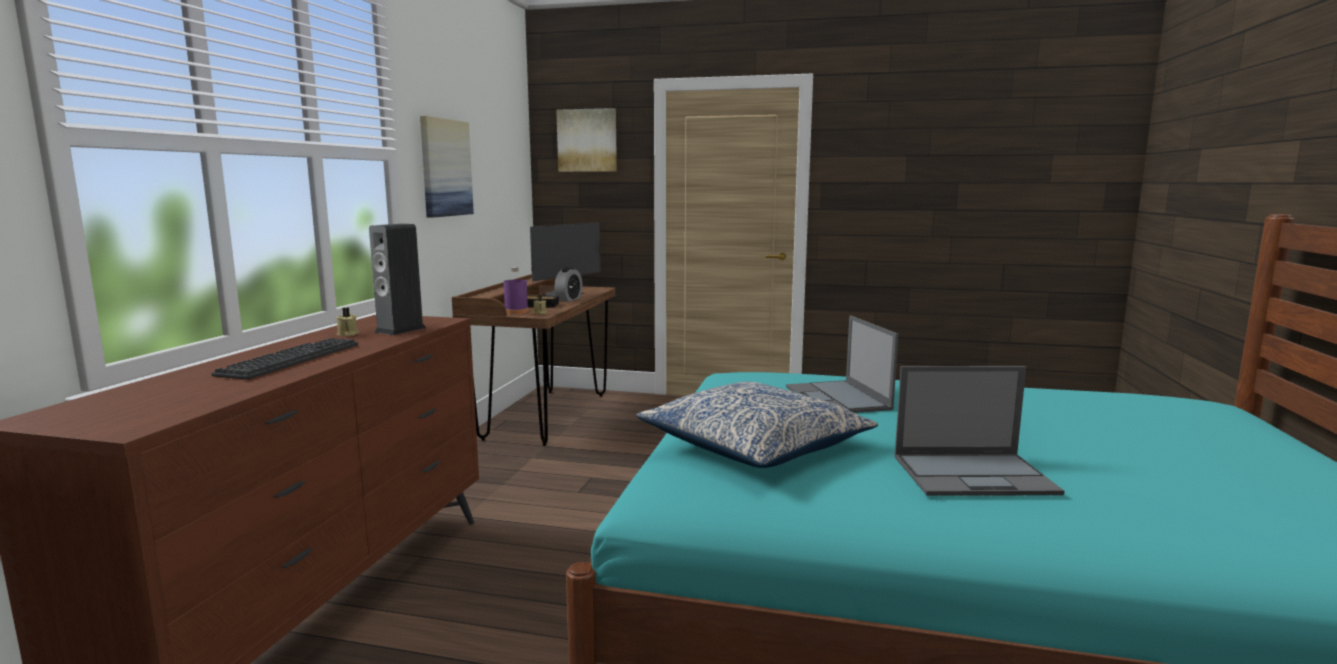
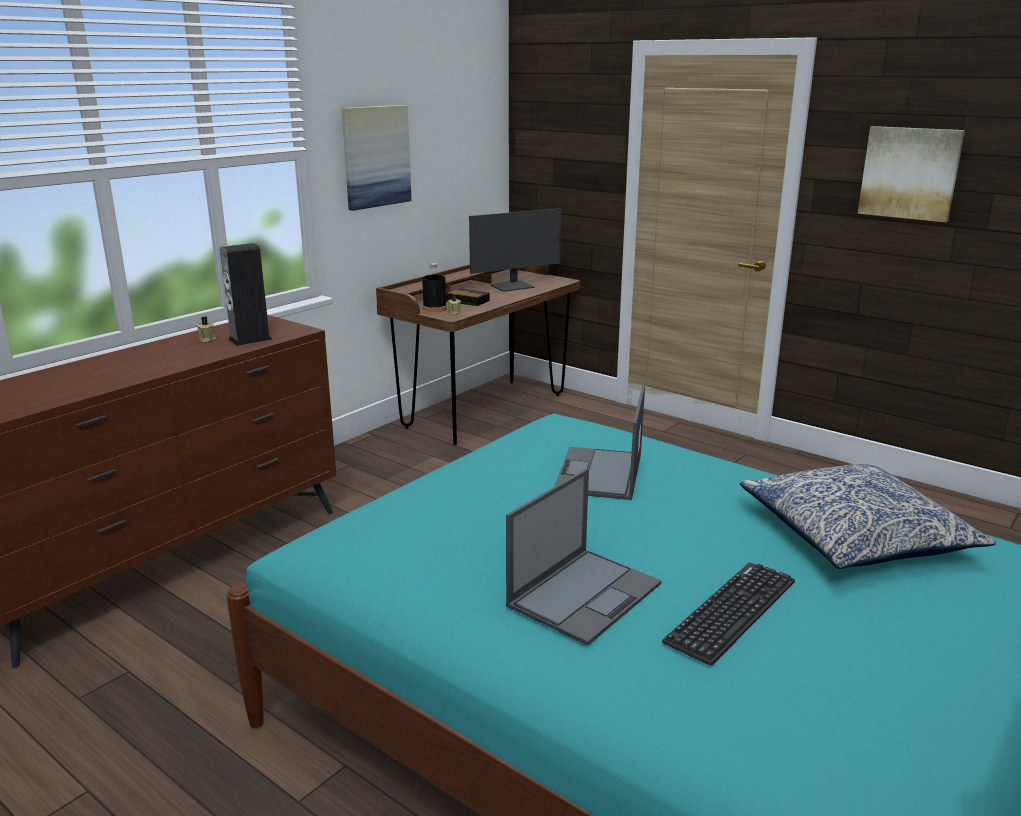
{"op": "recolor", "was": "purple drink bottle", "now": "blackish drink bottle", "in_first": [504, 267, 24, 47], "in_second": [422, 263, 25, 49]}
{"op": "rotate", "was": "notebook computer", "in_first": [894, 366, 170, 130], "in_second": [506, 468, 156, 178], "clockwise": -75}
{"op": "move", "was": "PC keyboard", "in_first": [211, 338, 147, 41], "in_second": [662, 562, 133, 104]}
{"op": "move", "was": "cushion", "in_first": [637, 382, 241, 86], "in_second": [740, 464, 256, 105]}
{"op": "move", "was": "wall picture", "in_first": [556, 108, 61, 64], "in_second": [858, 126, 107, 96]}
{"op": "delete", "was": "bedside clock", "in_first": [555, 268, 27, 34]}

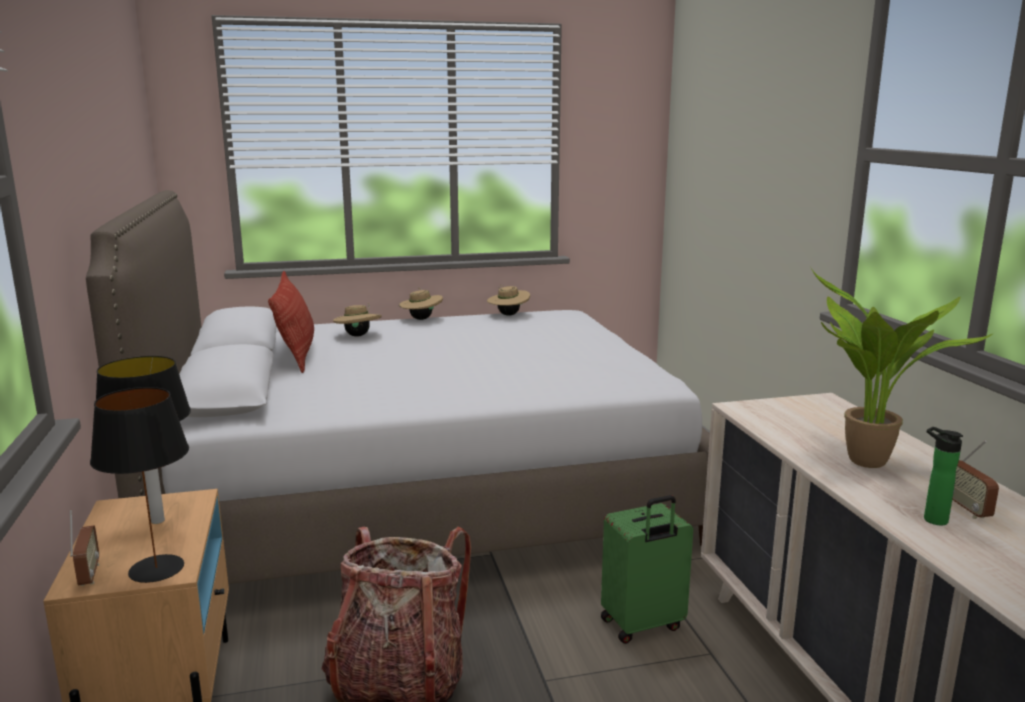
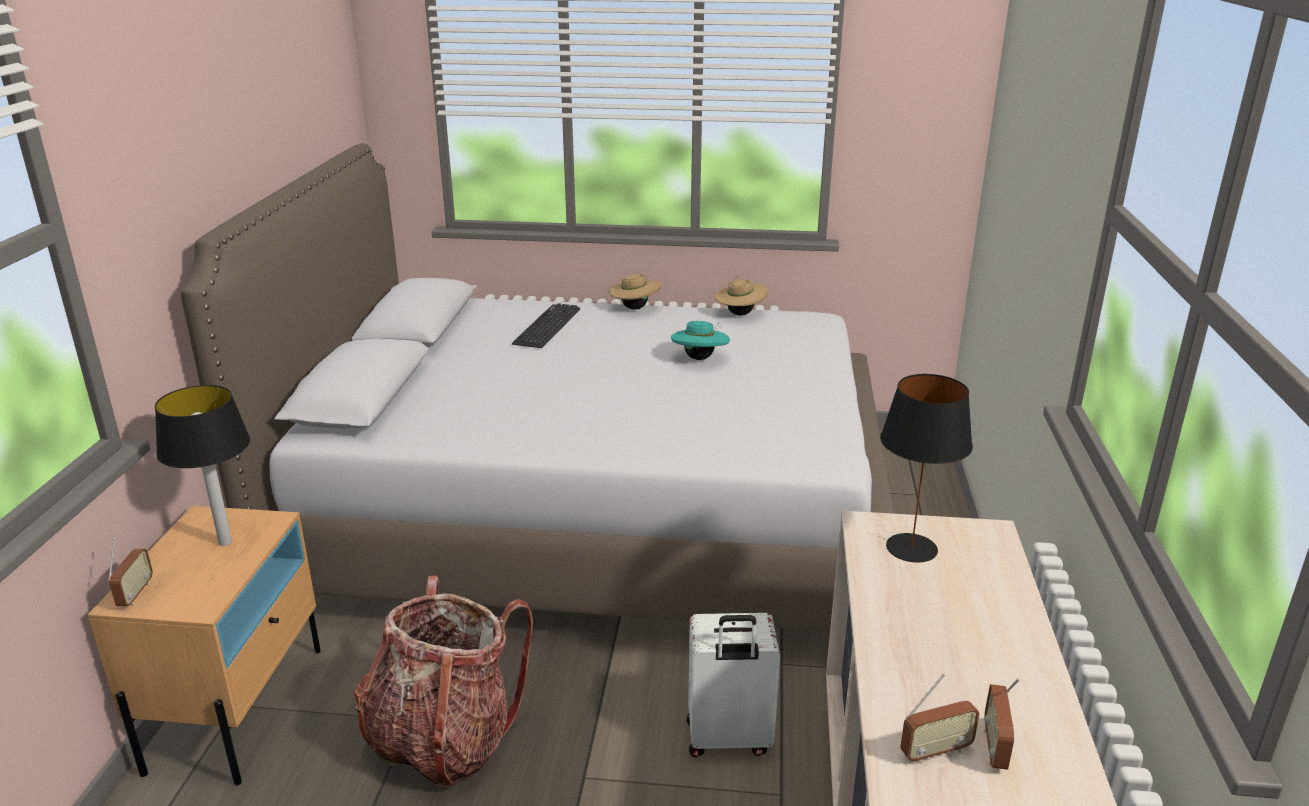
{"op": "replace", "was": "beige-coloured hat", "now": "PC keyboard", "in_first": [333, 303, 49, 34], "in_second": [512, 303, 68, 45]}
{"op": "insert", "now": "blue-green hat", "in_second": [671, 321, 59, 39]}
{"op": "recolor", "was": "green-coloured suitcase", "now": "white suitcase", "in_first": [601, 495, 92, 149], "in_second": [687, 613, 93, 144]}
{"op": "move", "was": "blackish lamp for a table", "in_first": [90, 387, 99, 196], "in_second": [880, 374, 93, 188]}
{"op": "replace", "was": "drink bottle", "now": "radio set", "in_first": [924, 427, 39, 98], "in_second": [900, 674, 79, 90]}
{"op": "delete", "was": "cushion", "in_first": [268, 271, 46, 102]}
{"op": "delete", "was": "houseplant", "in_first": [810, 267, 183, 201]}

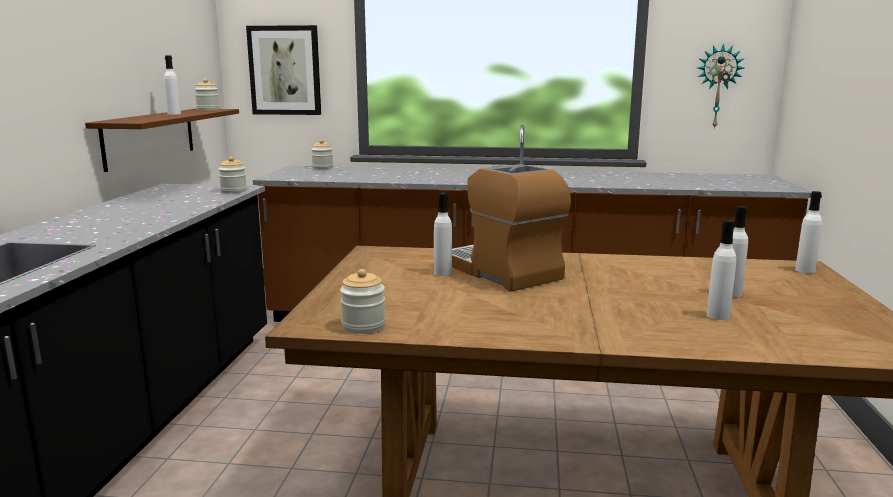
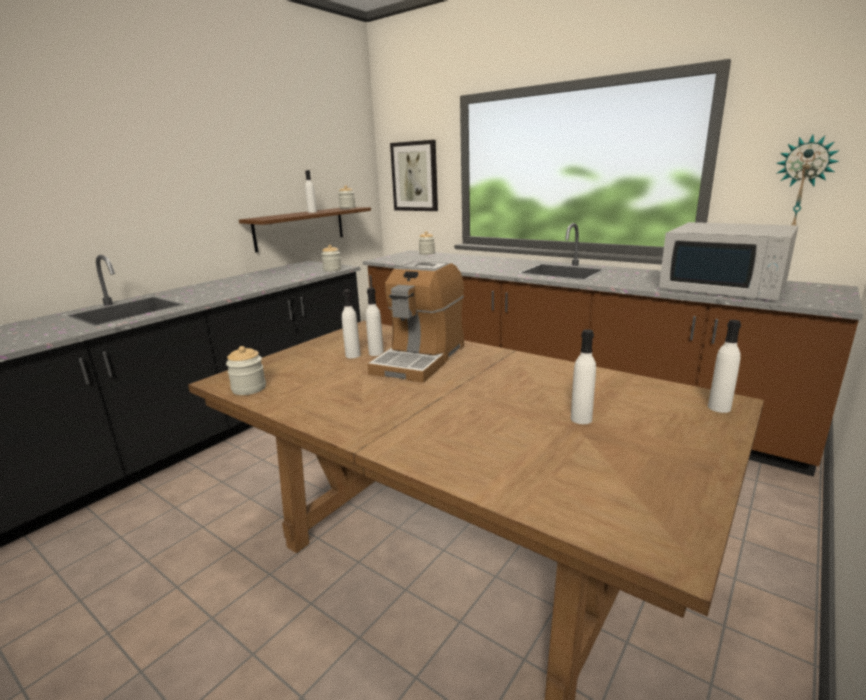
{"op": "move", "was": "white drink bottle", "in_first": [707, 220, 29, 100], "in_second": [342, 290, 19, 68]}
{"op": "rotate", "was": "coffee brewer", "in_first": [452, 164, 119, 128], "in_second": [367, 261, 97, 122], "clockwise": -150}
{"op": "insert", "now": "white microwave oven", "in_second": [659, 222, 139, 78]}

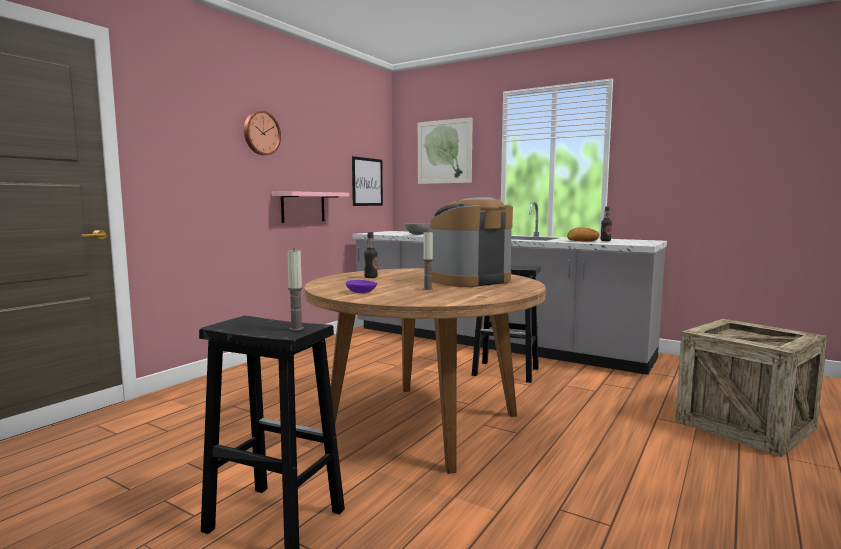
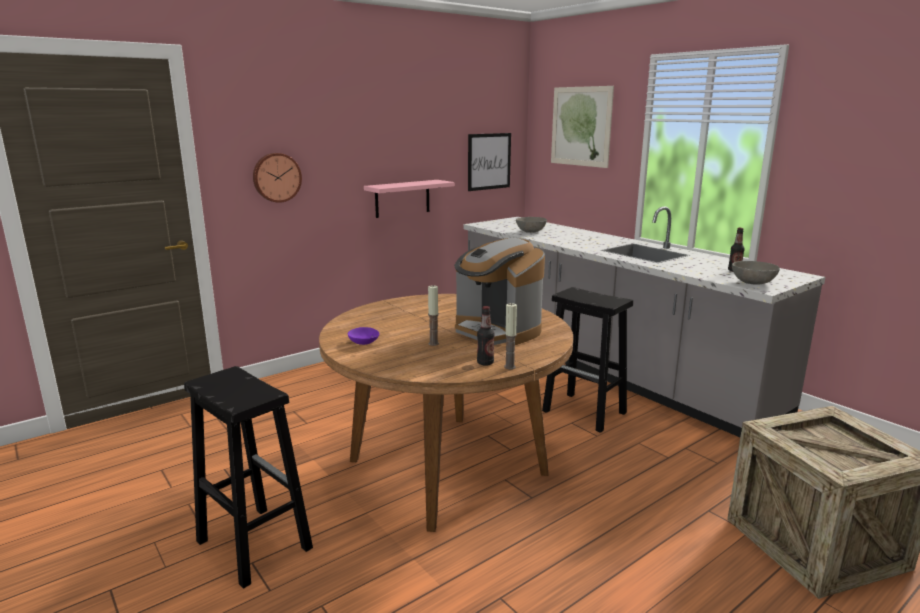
{"op": "move", "was": "clock on the wall", "in_first": [244, 111, 37, 44], "in_second": [253, 153, 49, 50]}
{"op": "rotate", "was": "coffee brewer", "in_first": [431, 197, 82, 90], "in_second": [454, 238, 91, 107], "clockwise": -120}
{"op": "move", "was": "drink bottle", "in_first": [364, 232, 14, 46], "in_second": [477, 306, 17, 60]}
{"op": "move", "was": "candle", "in_first": [287, 248, 17, 82], "in_second": [504, 303, 13, 66]}
{"op": "insert", "now": "greyish serving bowl", "in_second": [732, 261, 48, 23]}
{"op": "delete", "was": "bread", "in_first": [567, 227, 32, 15]}

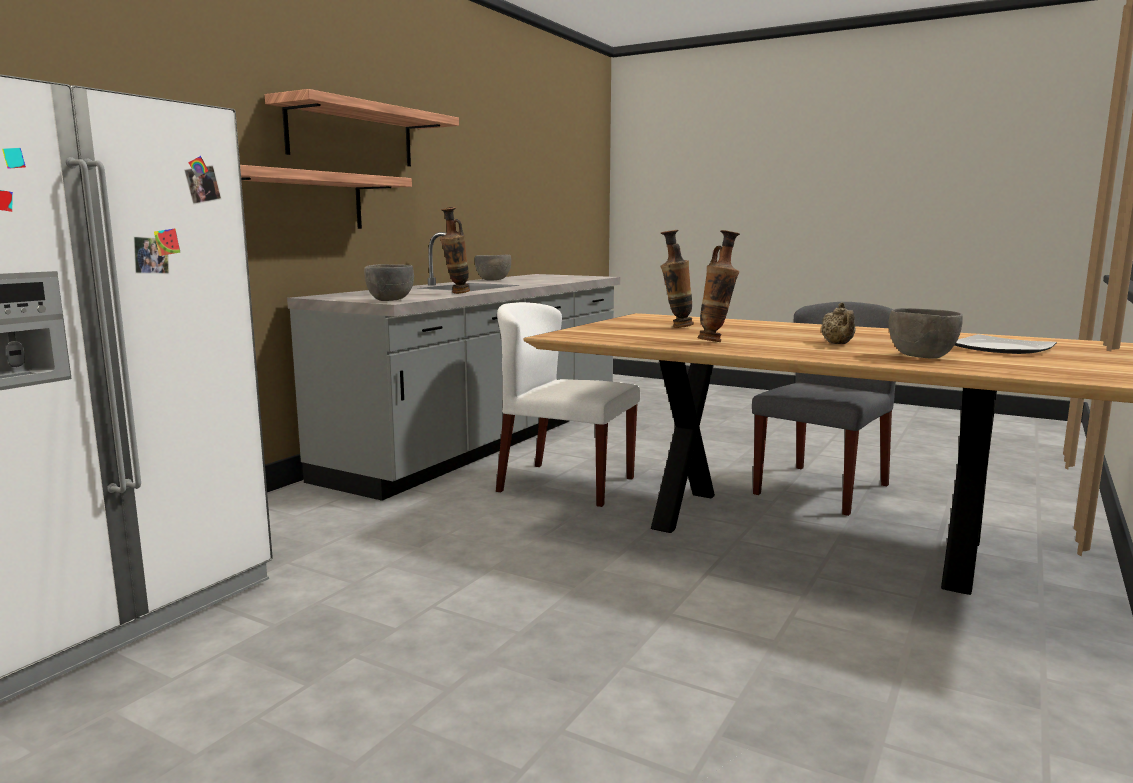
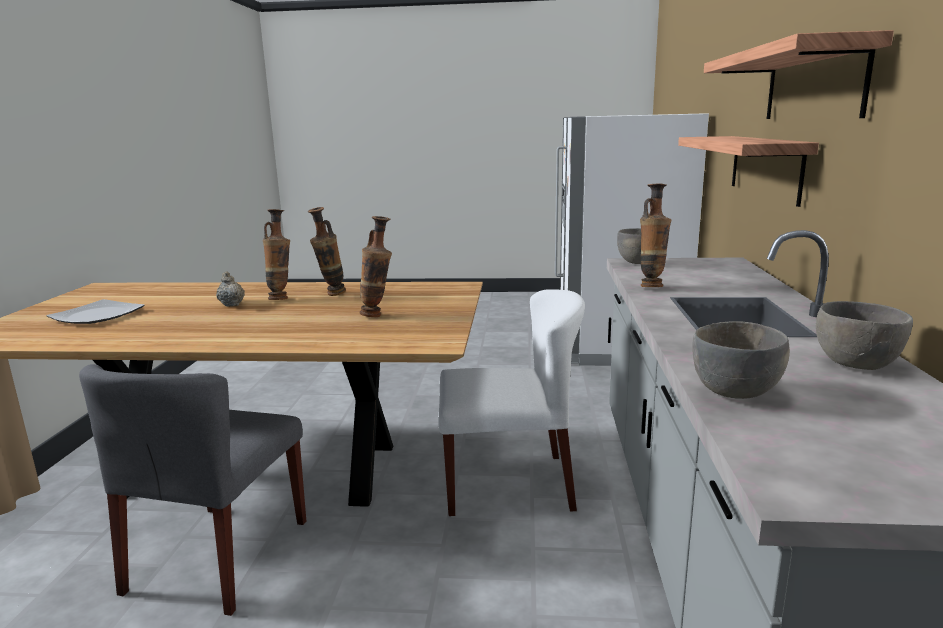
{"op": "insert", "now": "flower vase", "in_second": [263, 209, 27, 91]}
{"op": "move", "was": "greyish serving bowl", "in_first": [889, 308, 74, 51], "in_second": [692, 322, 98, 77]}

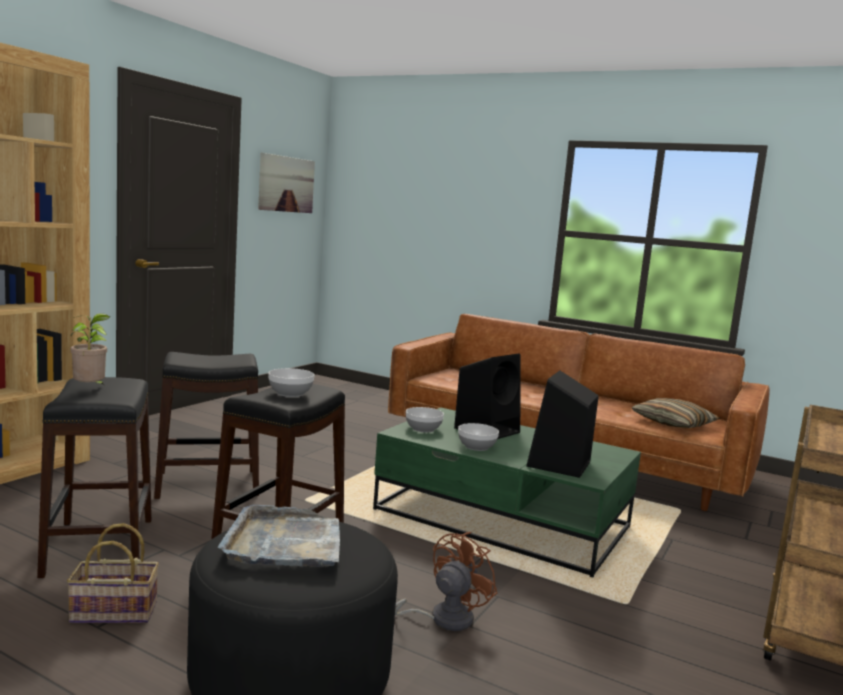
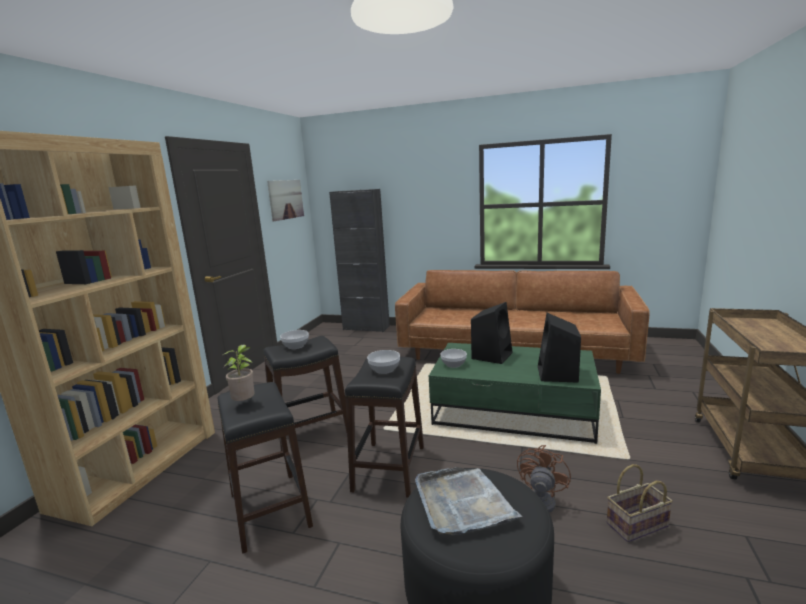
{"op": "move", "was": "serving bowl", "in_first": [458, 423, 41, 28], "in_second": [280, 330, 29, 19]}
{"op": "insert", "now": "blackish storage cabinet", "in_second": [329, 189, 61, 143]}
{"op": "move", "was": "household basket", "in_first": [67, 523, 92, 100], "in_second": [607, 464, 66, 78]}
{"op": "delete", "was": "cushion", "in_first": [632, 398, 88, 30]}

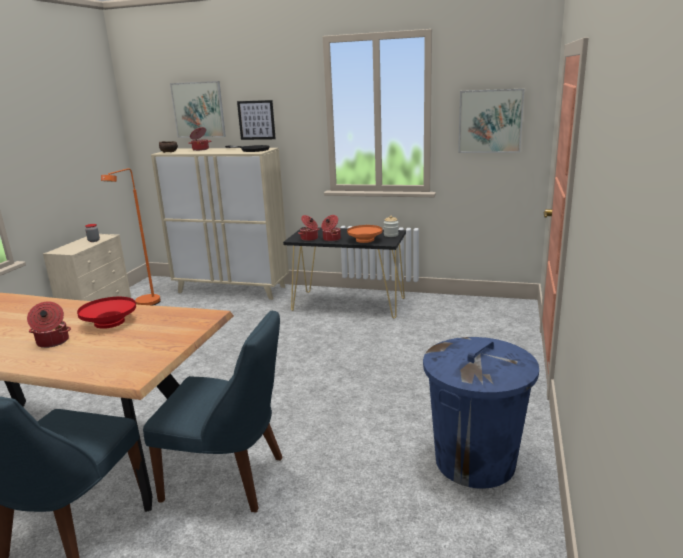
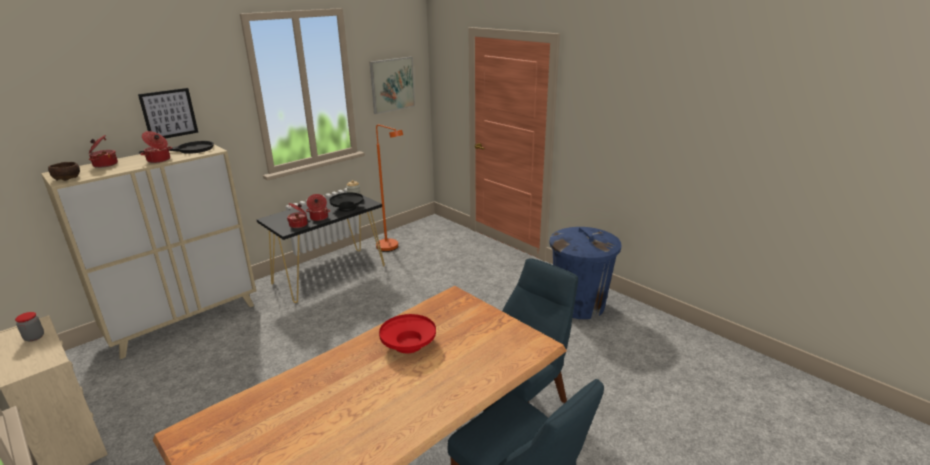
{"op": "move", "was": "stockpot", "in_first": [27, 301, 44, 47], "in_second": [140, 131, 32, 32]}
{"op": "recolor", "was": "orange-coloured serving bowl", "now": "blackish serving bowl", "in_first": [347, 225, 35, 18], "in_second": [329, 193, 34, 19]}
{"op": "move", "was": "orange-coloured floor lamp", "in_first": [101, 168, 60, 138], "in_second": [376, 125, 27, 127]}
{"op": "delete", "was": "wall picture", "in_first": [170, 81, 56, 57]}

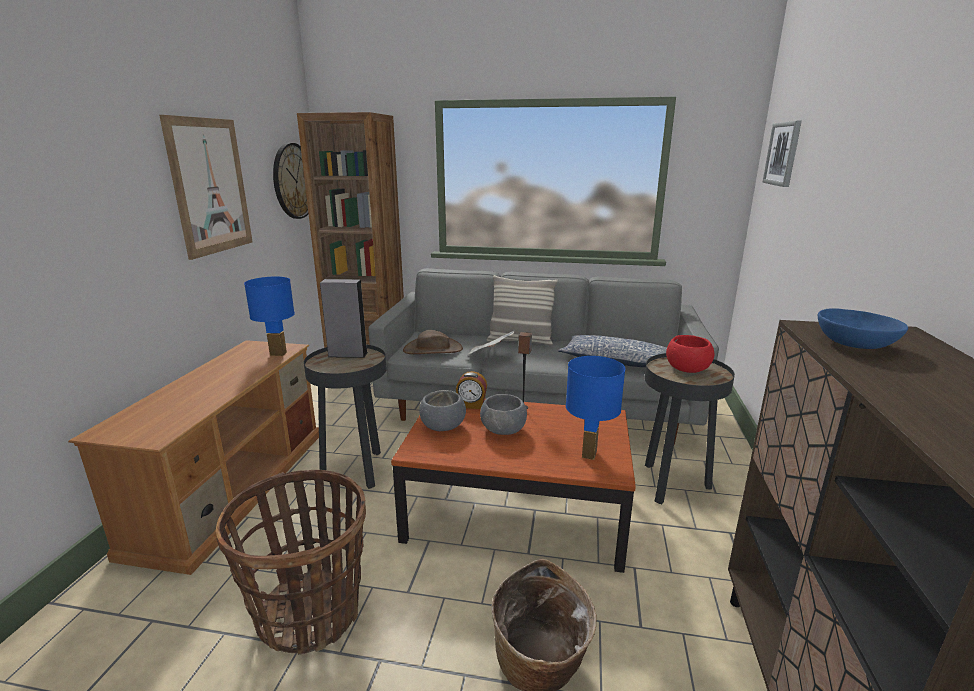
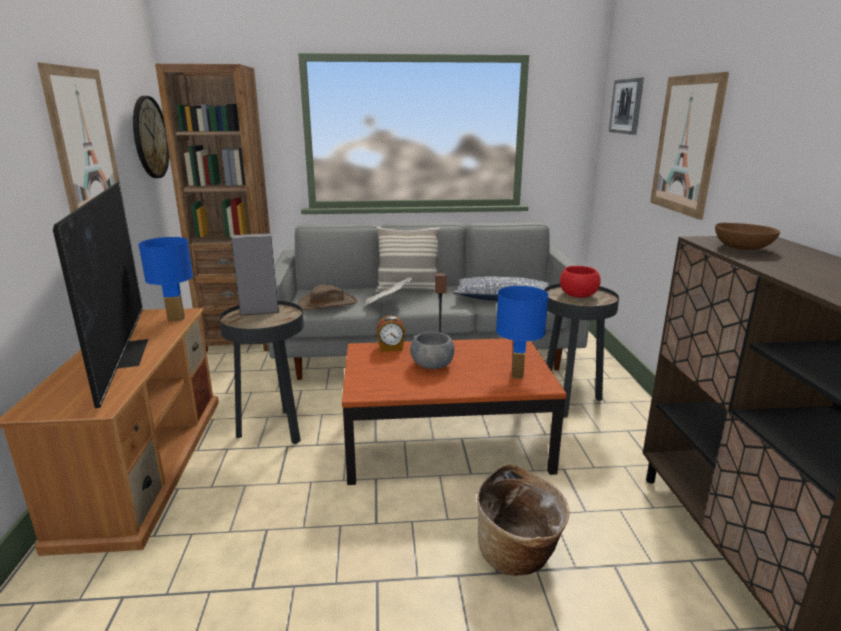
{"op": "insert", "now": "TV", "in_second": [53, 182, 95, 226]}
{"op": "insert", "now": "wall picture", "in_second": [650, 72, 79, 148]}
{"op": "recolor", "was": "bluish serving bowl", "now": "brownish serving bowl", "in_first": [818, 308, 90, 41], "in_second": [715, 223, 65, 27]}
{"op": "delete", "was": "household basket", "in_first": [216, 470, 150, 185]}
{"op": "delete", "was": "greyish serving bowl", "in_first": [419, 390, 47, 41]}

